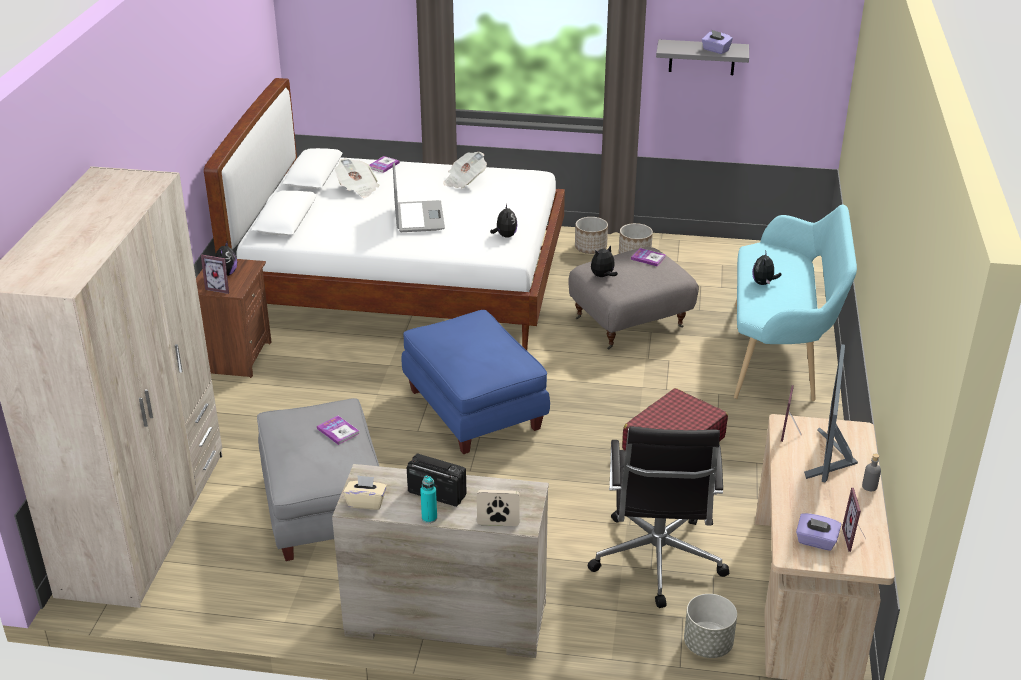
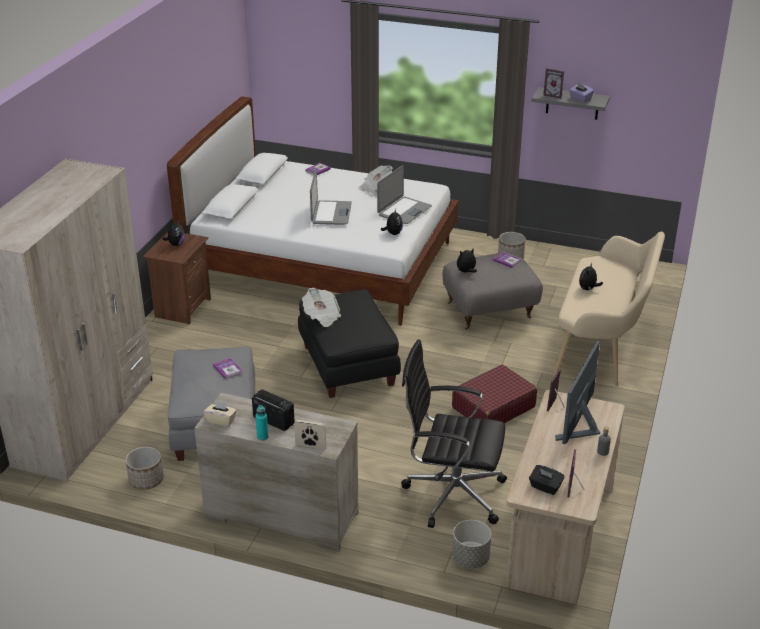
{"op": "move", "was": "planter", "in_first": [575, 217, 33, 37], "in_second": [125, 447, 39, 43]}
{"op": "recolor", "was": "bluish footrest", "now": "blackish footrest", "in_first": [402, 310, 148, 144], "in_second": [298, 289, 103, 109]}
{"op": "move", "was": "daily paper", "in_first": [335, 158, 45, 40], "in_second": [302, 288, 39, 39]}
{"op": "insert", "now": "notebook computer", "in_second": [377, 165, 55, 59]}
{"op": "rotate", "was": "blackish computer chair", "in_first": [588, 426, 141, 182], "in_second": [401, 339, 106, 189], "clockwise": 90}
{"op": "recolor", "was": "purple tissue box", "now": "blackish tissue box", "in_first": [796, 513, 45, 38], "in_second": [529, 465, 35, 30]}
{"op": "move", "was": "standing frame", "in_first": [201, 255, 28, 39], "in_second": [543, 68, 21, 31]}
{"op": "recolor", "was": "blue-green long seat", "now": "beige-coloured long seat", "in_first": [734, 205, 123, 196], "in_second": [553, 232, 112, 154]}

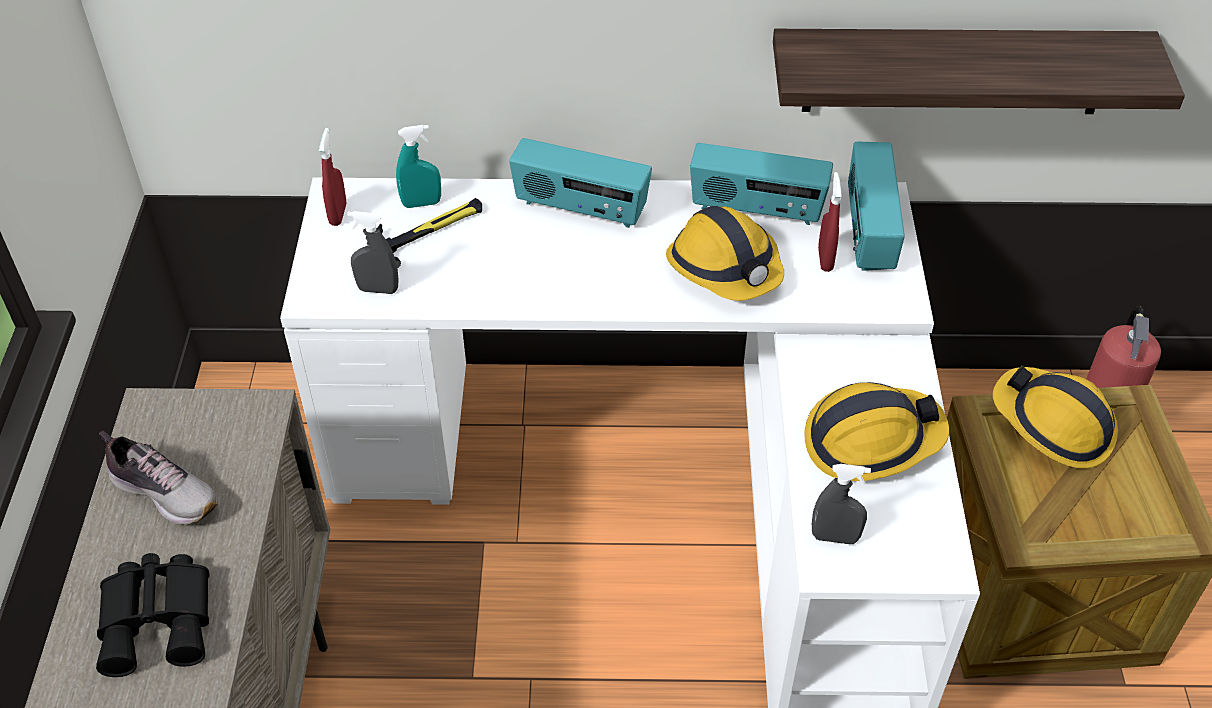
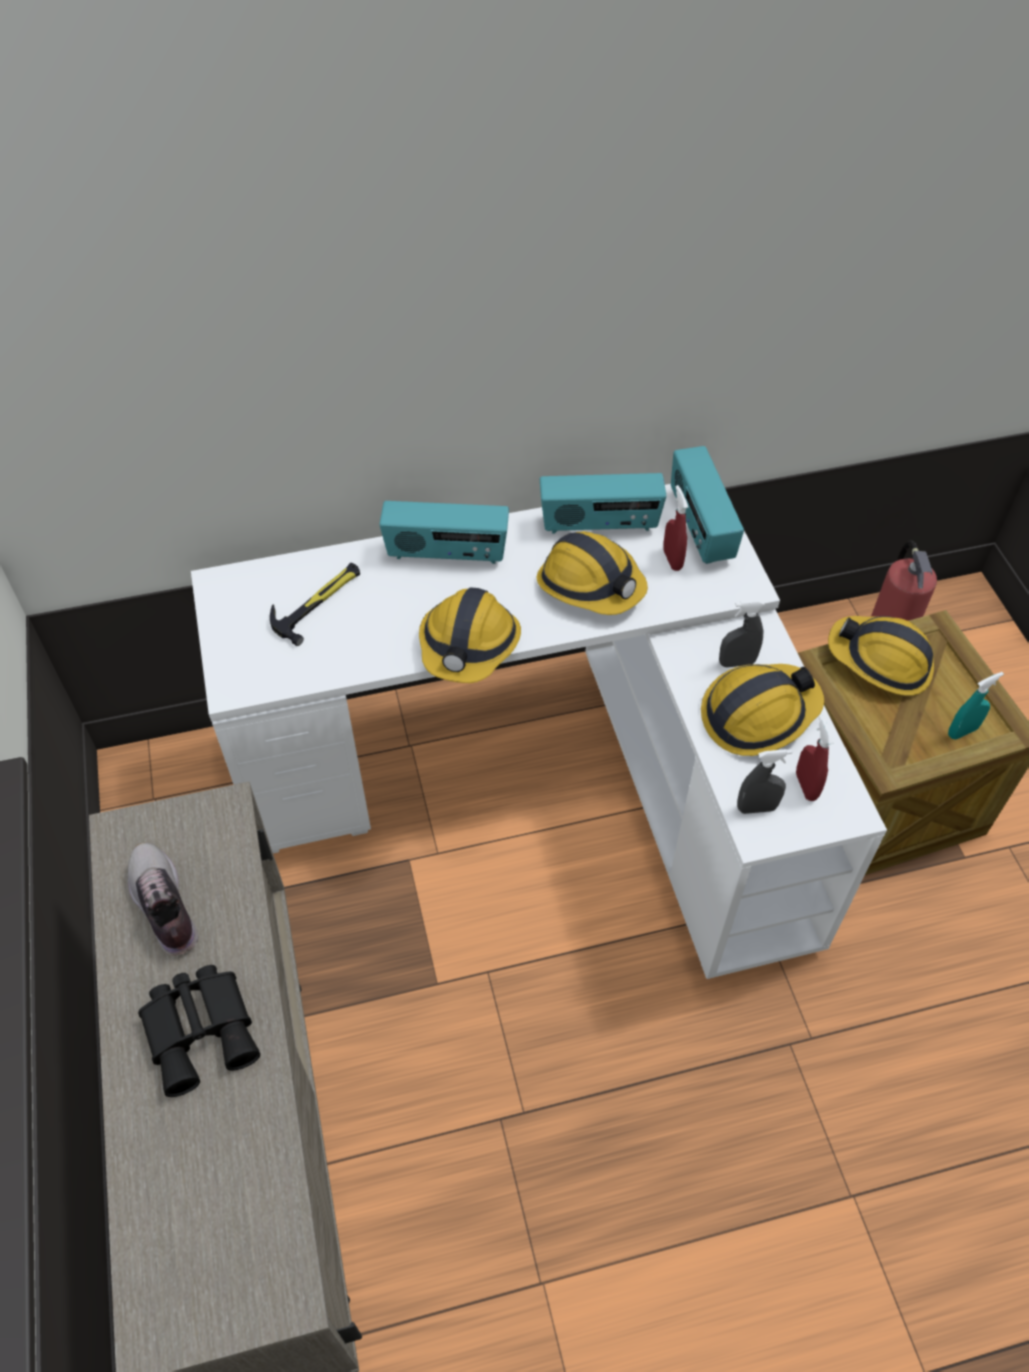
{"op": "rotate", "was": "low shoe", "in_first": [99, 430, 119, 95], "in_second": [128, 842, 70, 114], "clockwise": -135}
{"op": "insert", "now": "safety helmet", "in_second": [419, 587, 102, 96]}
{"op": "move", "was": "greyish sprayer", "in_first": [347, 211, 52, 83], "in_second": [719, 600, 46, 68]}
{"op": "move", "was": "reddish sprayer", "in_first": [319, 128, 27, 98], "in_second": [796, 715, 38, 86]}
{"op": "move", "was": "blue-green sprayer", "in_first": [396, 125, 45, 83], "in_second": [948, 672, 56, 68]}
{"op": "delete", "was": "bracket shelf", "in_first": [773, 29, 412, 85]}

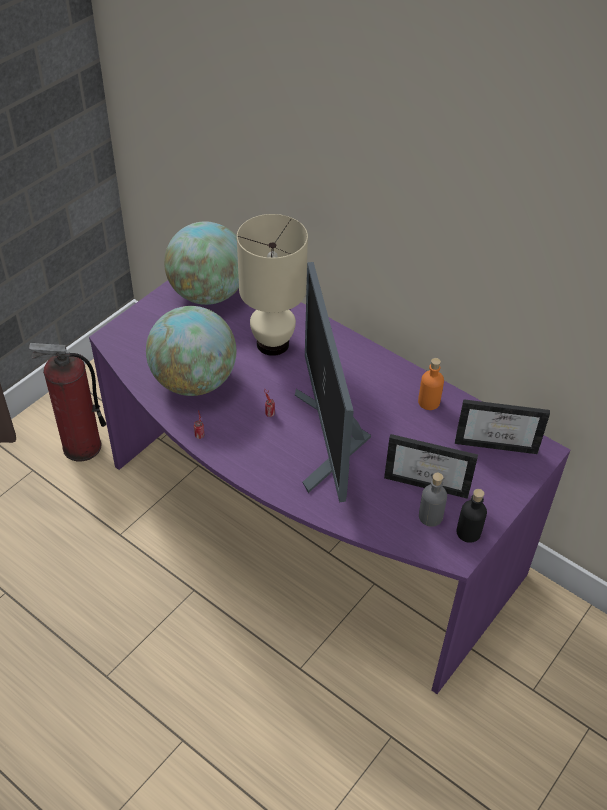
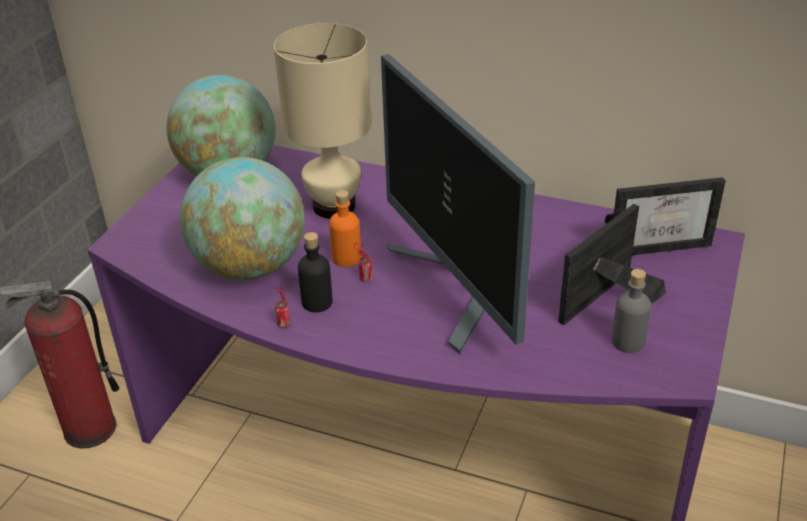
{"op": "move", "was": "blackish drink bottle", "in_first": [456, 489, 31, 54], "in_second": [298, 232, 35, 80]}
{"op": "move", "was": "orange-coloured drink bottle", "in_first": [418, 358, 26, 52], "in_second": [329, 190, 32, 77]}
{"op": "rotate", "was": "standing frame", "in_first": [384, 434, 94, 65], "in_second": [558, 204, 108, 121], "clockwise": 135}

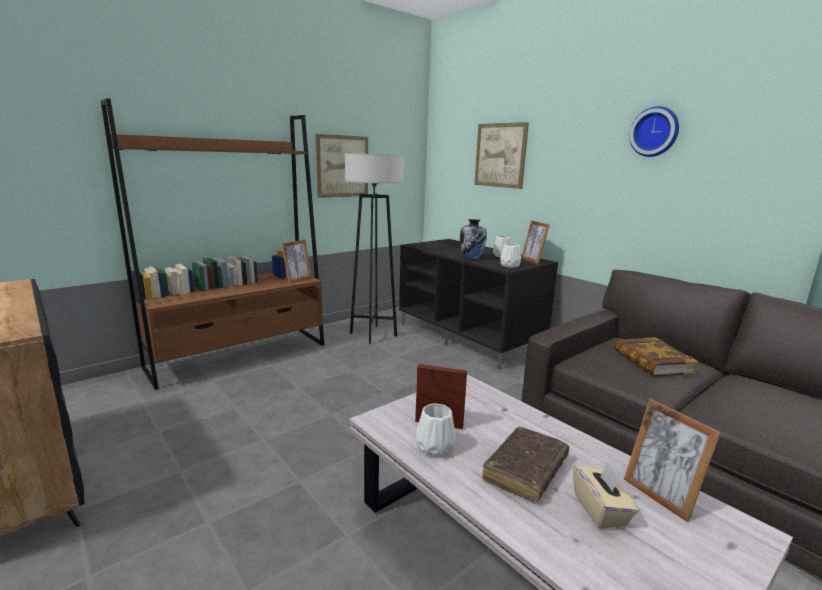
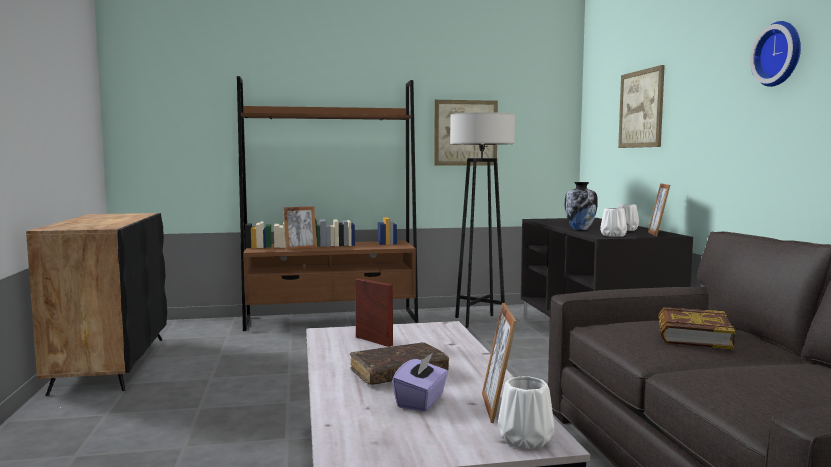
{"op": "move", "was": "standing frame", "in_first": [281, 240, 31, 44], "in_second": [283, 206, 34, 44]}
{"op": "recolor", "was": "beige-coloured tissue box", "now": "purple tissue box", "in_first": [573, 462, 65, 67], "in_second": [392, 353, 56, 59]}
{"op": "move", "was": "white flower vase", "in_first": [416, 404, 40, 53], "in_second": [498, 376, 56, 73]}

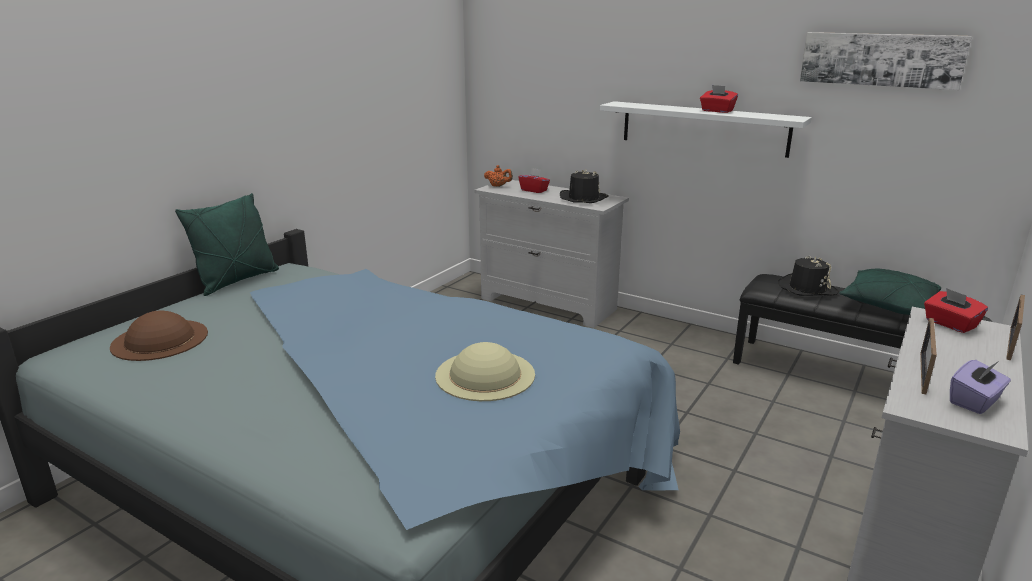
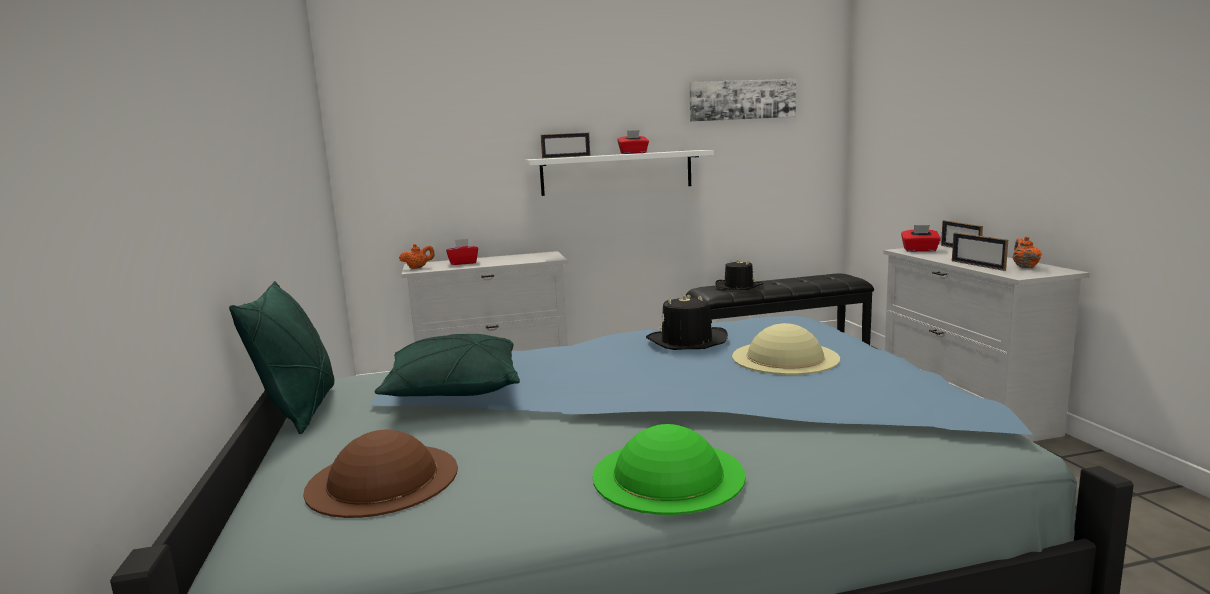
{"op": "move", "was": "green-coloured cushion", "in_first": [839, 269, 102, 46], "in_second": [375, 334, 145, 62]}
{"op": "insert", "now": "standing frame", "in_second": [541, 133, 49, 25]}
{"op": "insert", "now": "green-coloured hat", "in_second": [593, 424, 153, 91]}
{"op": "move", "was": "blackish hat", "in_first": [560, 169, 49, 34], "in_second": [646, 292, 82, 58]}
{"op": "replace", "was": "purple tissue box", "now": "orange-coloured tea pot", "in_first": [950, 360, 61, 54], "in_second": [1013, 236, 29, 32]}

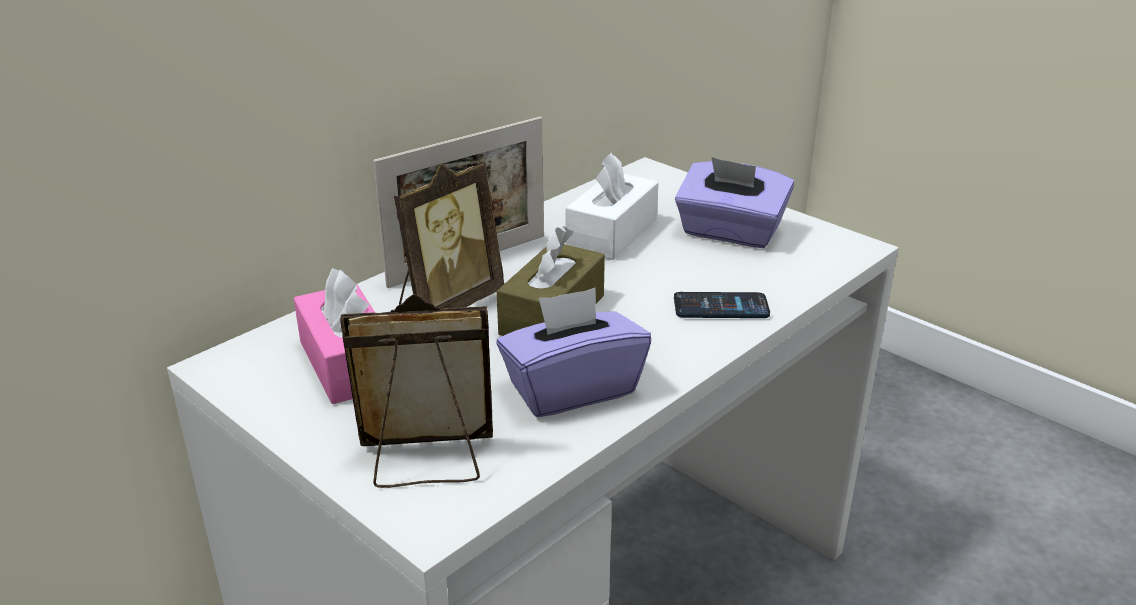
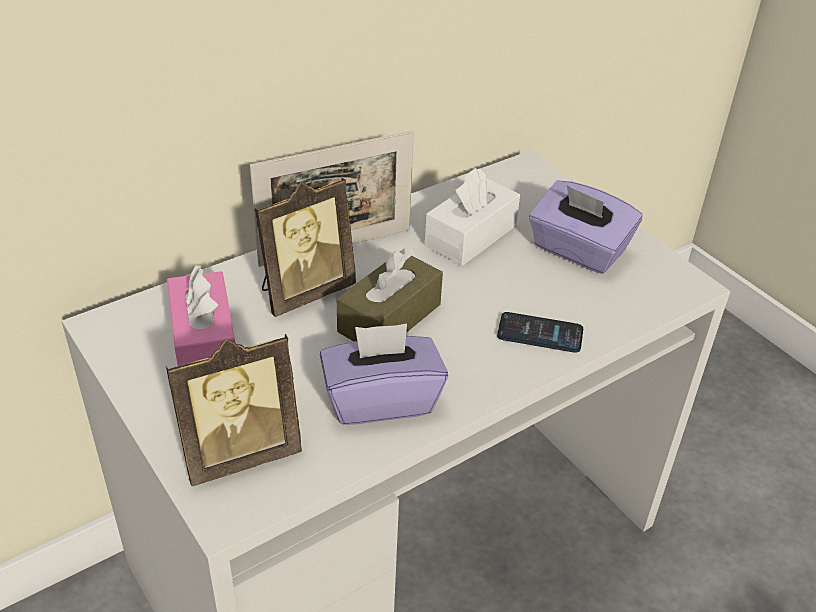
{"op": "rotate", "was": "standing frame", "in_first": [340, 294, 153, 194], "in_second": [166, 334, 136, 152], "clockwise": 150}

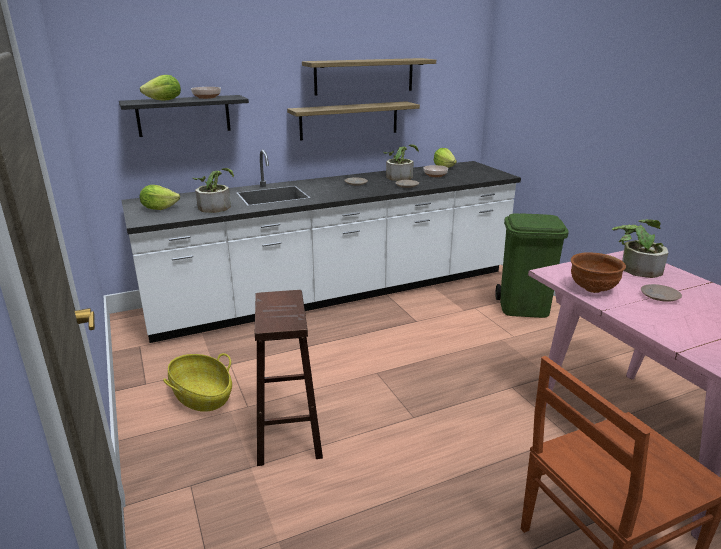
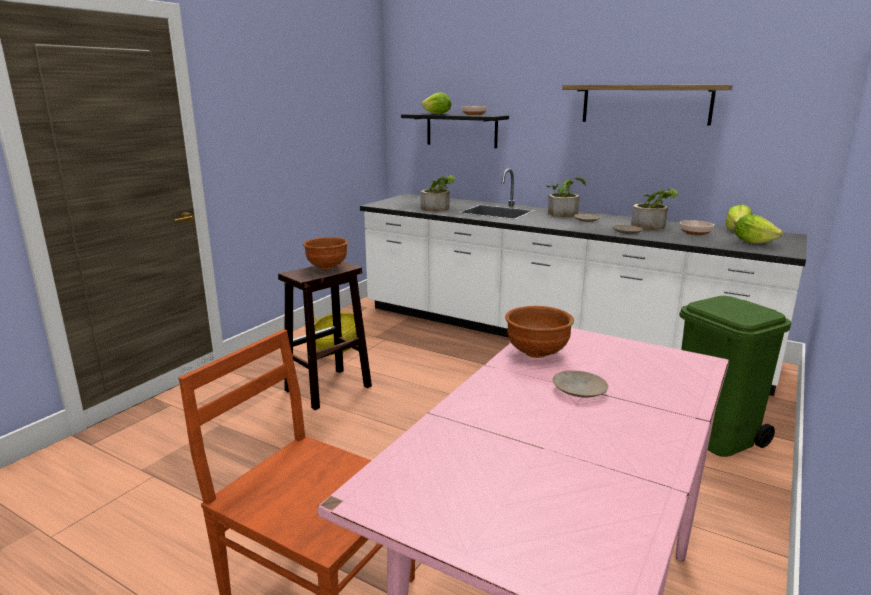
{"op": "insert", "now": "brownish serving bowl", "in_second": [303, 237, 45, 32]}
{"op": "move", "was": "houseplant", "in_first": [612, 219, 57, 59], "in_second": [546, 177, 40, 40]}
{"op": "move", "was": "lettuce", "in_first": [140, 185, 40, 25], "in_second": [734, 214, 49, 30]}
{"op": "delete", "was": "bracket shelf", "in_first": [287, 101, 133, 40]}

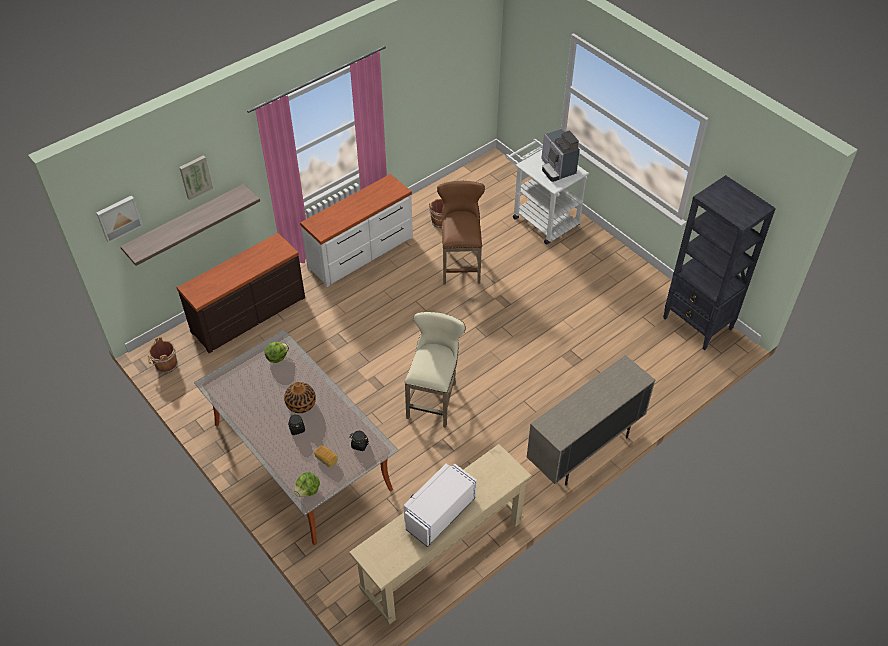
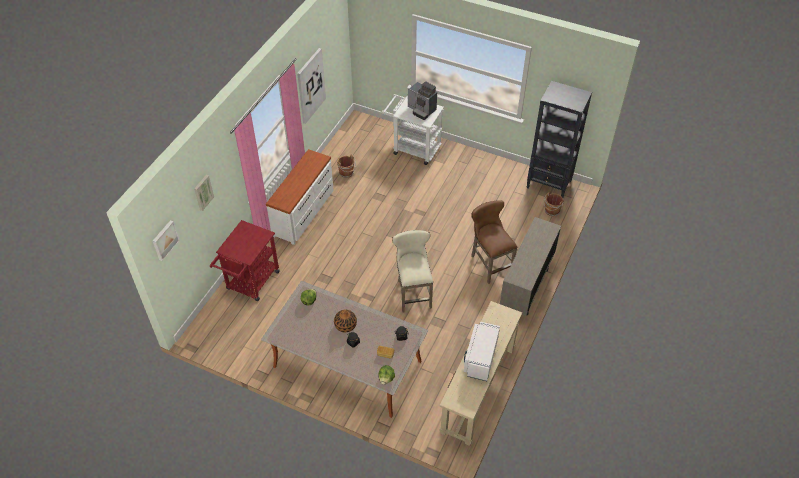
{"op": "replace", "was": "brownish drawer chest", "now": "reddish trolley", "in_first": [177, 233, 128, 120], "in_second": [210, 220, 69, 81]}
{"op": "insert", "now": "wall picture", "in_second": [297, 48, 29, 76]}
{"op": "move", "was": "brownish sitting stool", "in_first": [437, 181, 48, 104], "in_second": [471, 200, 46, 84]}
{"op": "move", "was": "brownish pail", "in_first": [148, 337, 30, 37], "in_second": [544, 192, 20, 24]}
{"op": "delete", "was": "bracket shelf", "in_first": [120, 184, 140, 82]}

